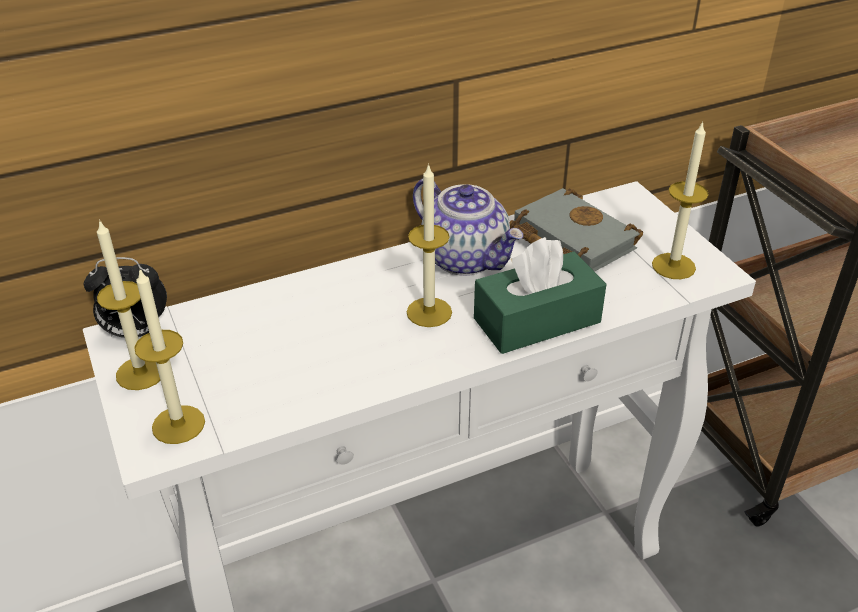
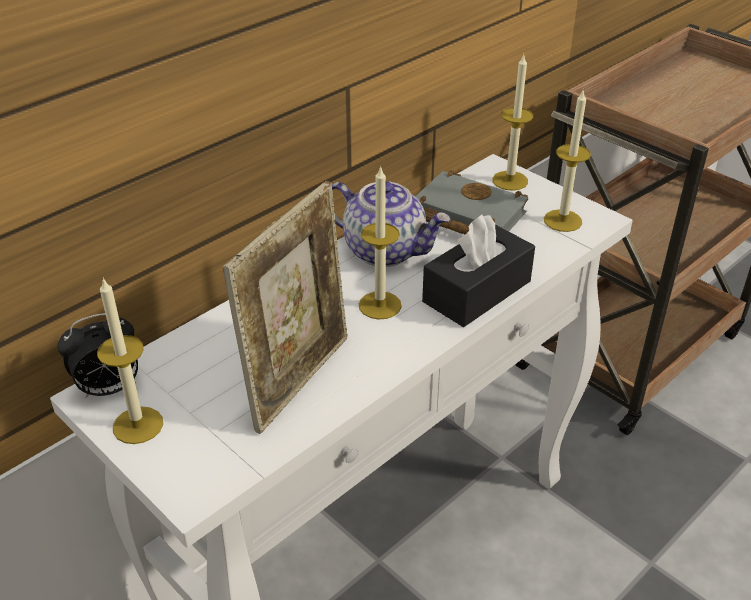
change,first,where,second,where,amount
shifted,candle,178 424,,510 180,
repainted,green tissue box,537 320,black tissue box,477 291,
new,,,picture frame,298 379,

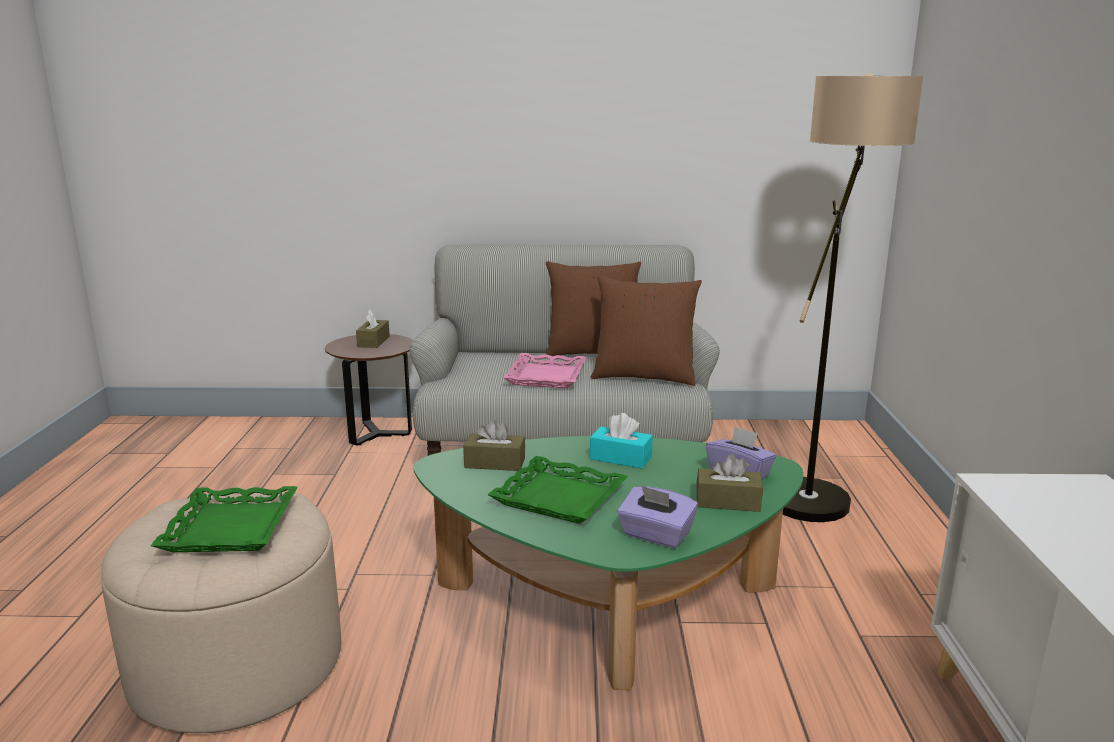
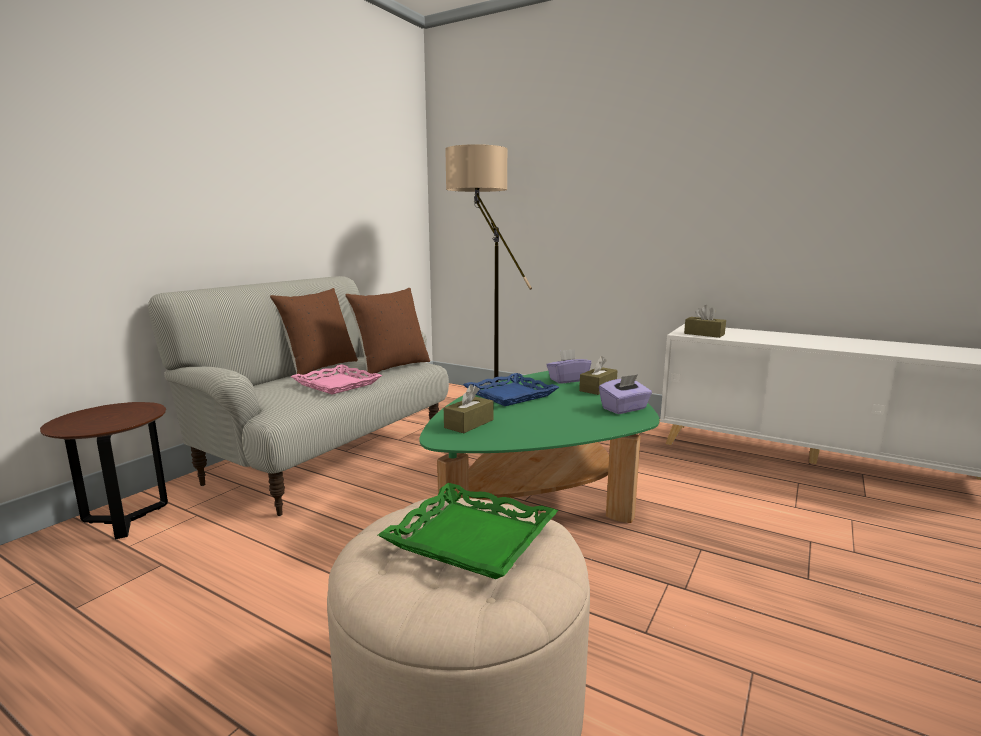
change,first,where,second,where,amount
shifted,brown tissue box,373 341,,704 334,
gone,green tray,559 497,,,
swapped,turquoise tissue box,620 458,blue tray,510 395,

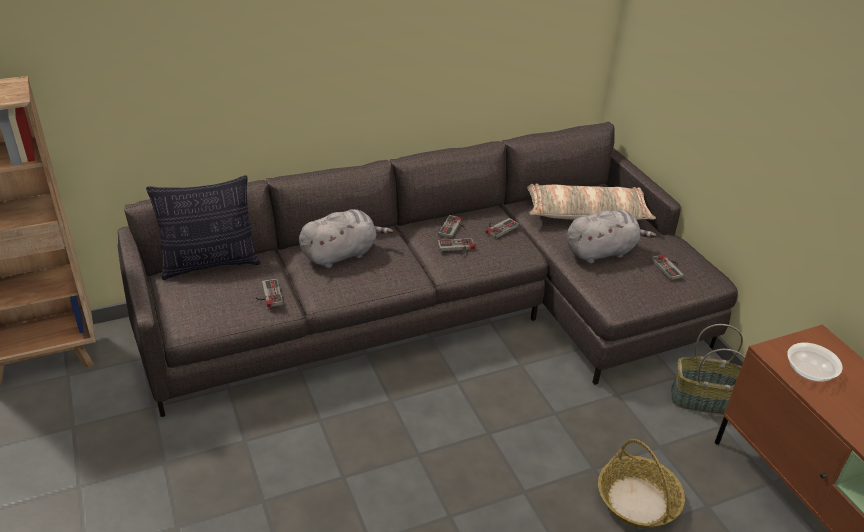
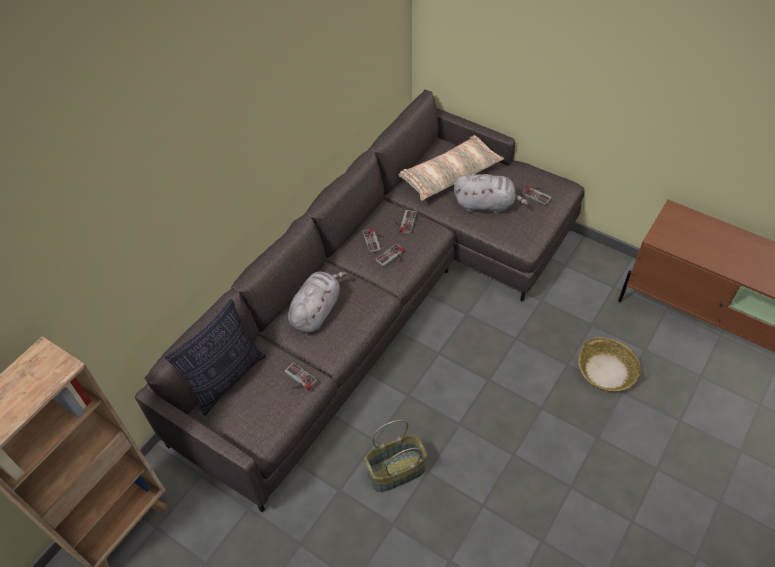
change,first,where,second,where,amount
rotated,grey plush toy,602 252,,486 205,60 degrees clockwise
shifted,basket,703 400,,396 472,
gone,bowl,809 371,,,

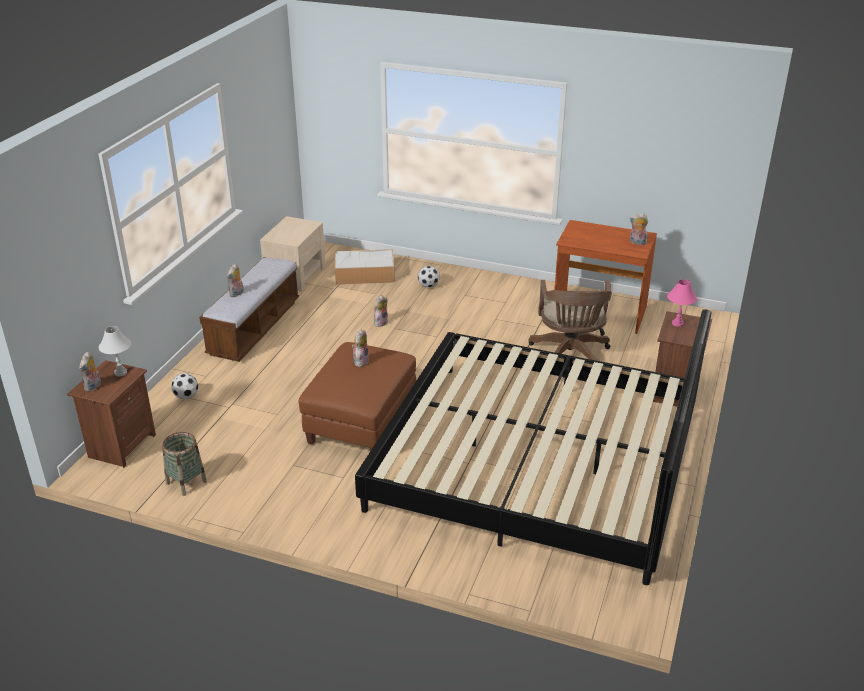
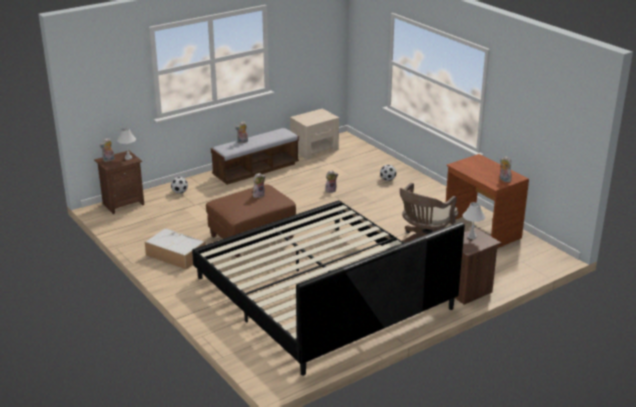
change,first,where,second,where,amount
gone,basket,186 482,,,
shifted,storage box,364 274,,175 254,
repainted,pink table lamp,677 323,white table lamp,472 236,

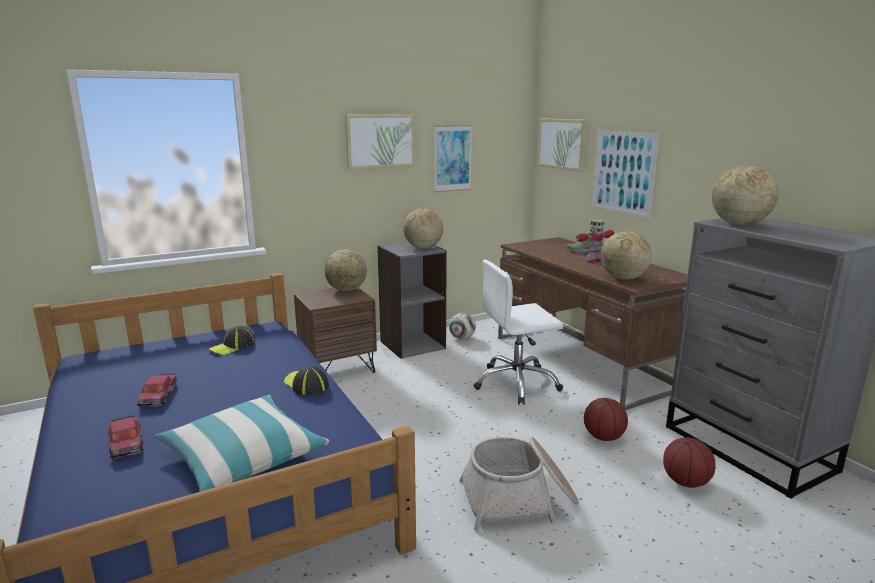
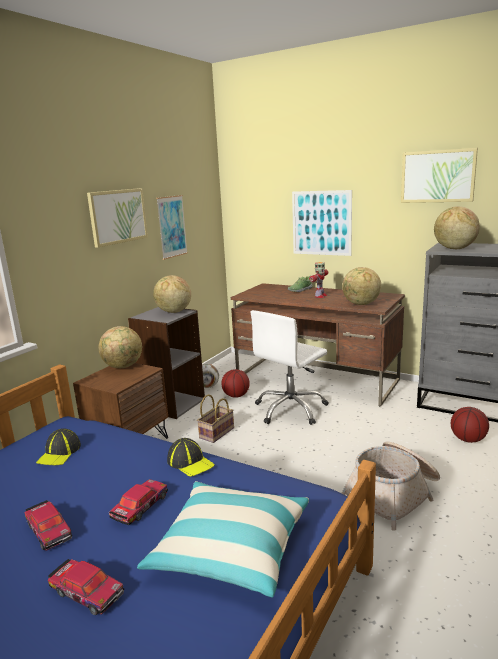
change,first,where,second,where,amount
rotated,cap,306 385,,190 462,150 degrees counterclockwise
shifted,picture,562 143,,437 176,
shifted,basketball,603 437,,236 396,
new,,,toy car,139 507,
new,,,basket,216 432,

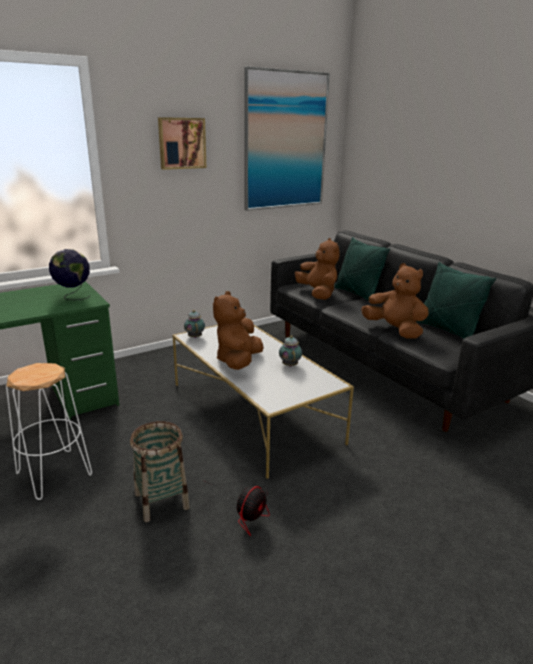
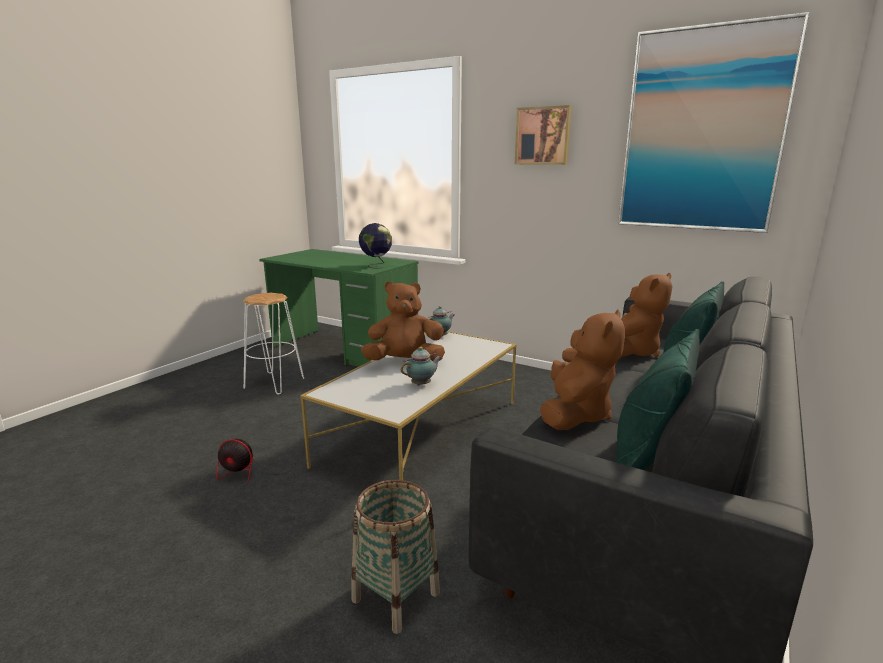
change,first,where,second,where,amount
shifted,basket,161 501,,396 596,

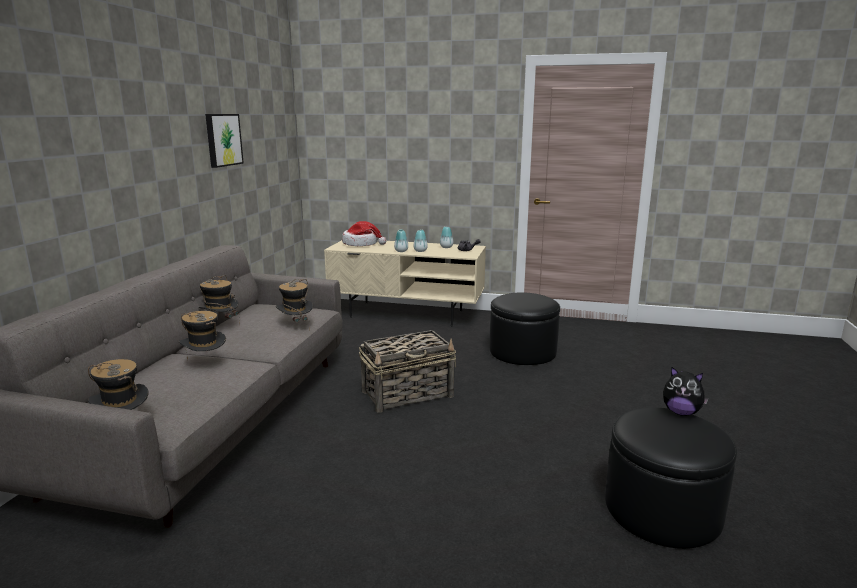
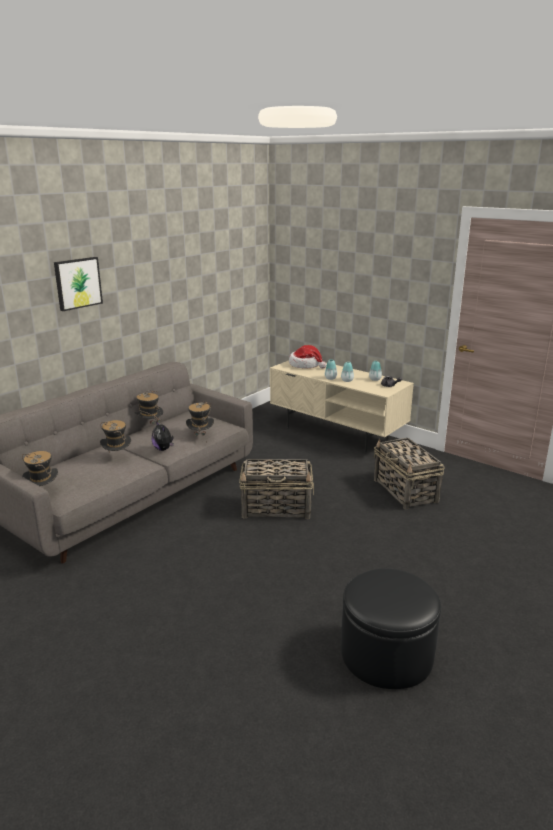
change,first,where,second,where,amount
shifted,picture,223 140,,77 283,
swapped,black ottoman,522 352,basket,405 491,
shifted,plush toy,681 412,,163 449,

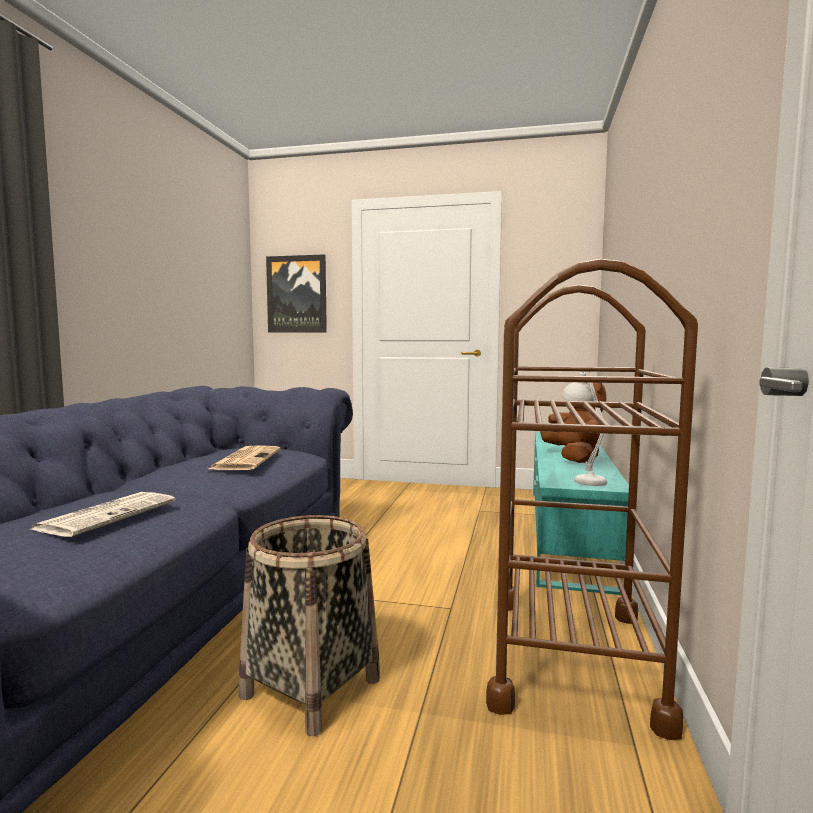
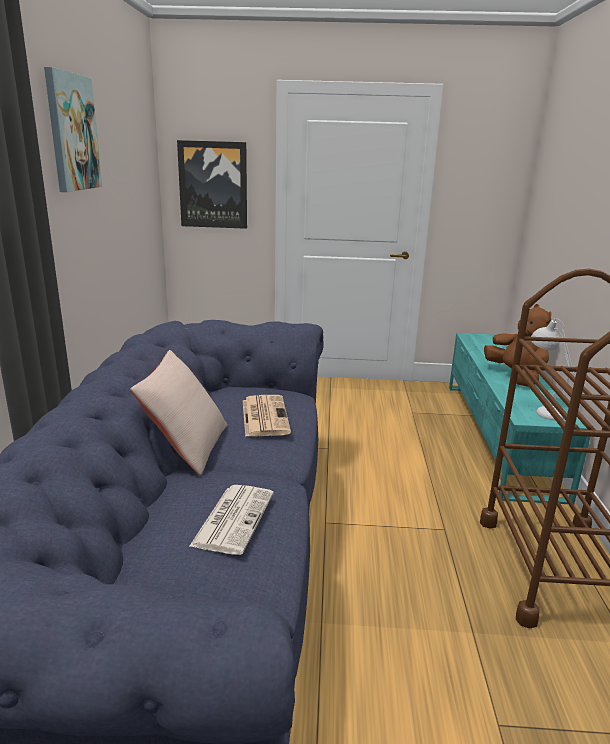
change,first,where,second,where,amount
gone,basket,310 688,,,
new,,,picture,72 132,
new,,,beige pillow,186 446,

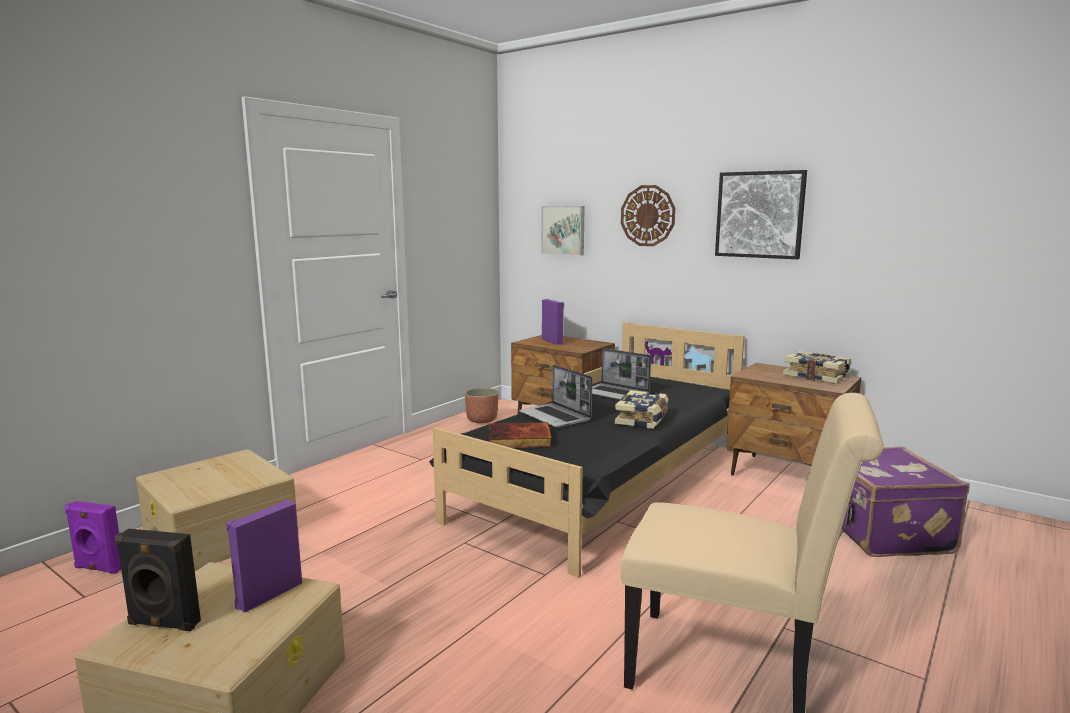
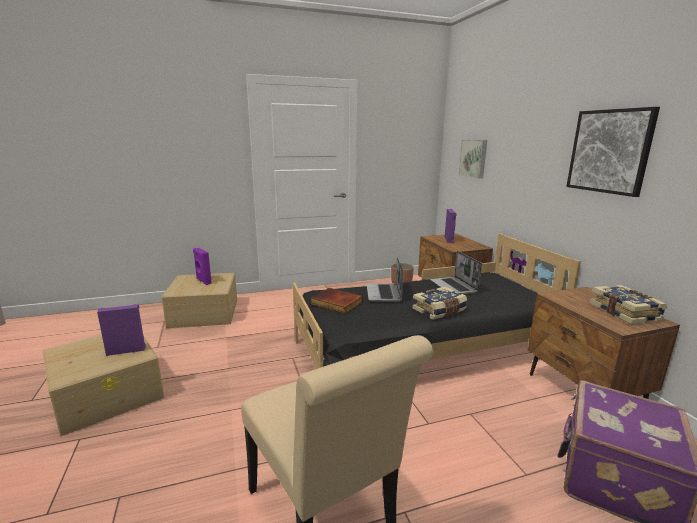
change,first,where,second,where,amount
shifted,purple speaker,98 568,,203 281,
gone,black speaker,163 624,,,
gone,wall clock,647 215,,,

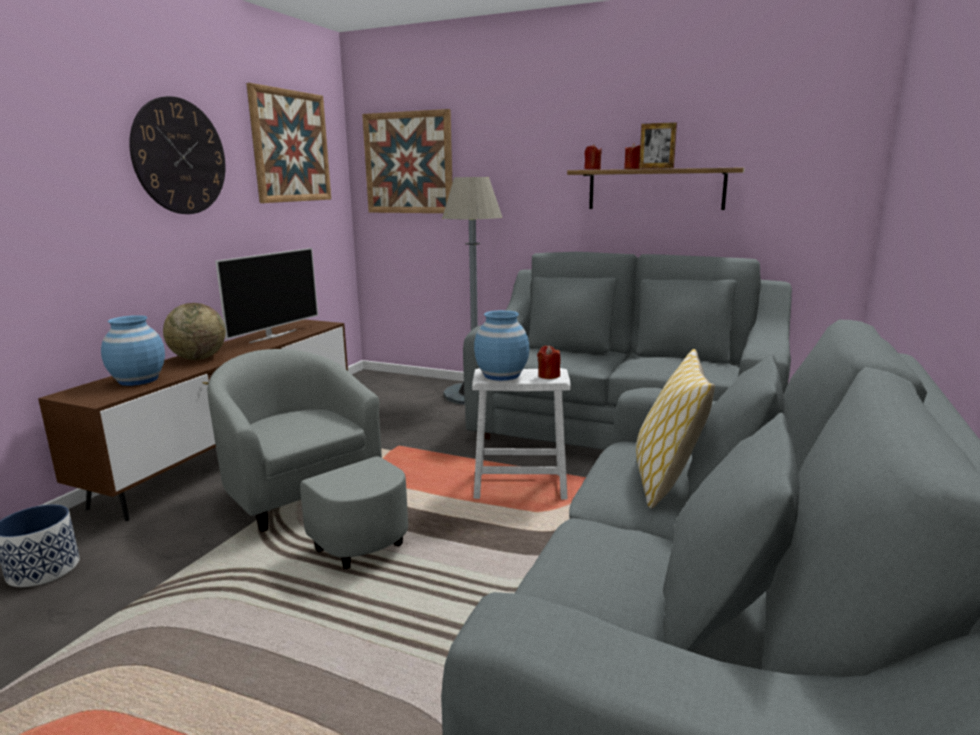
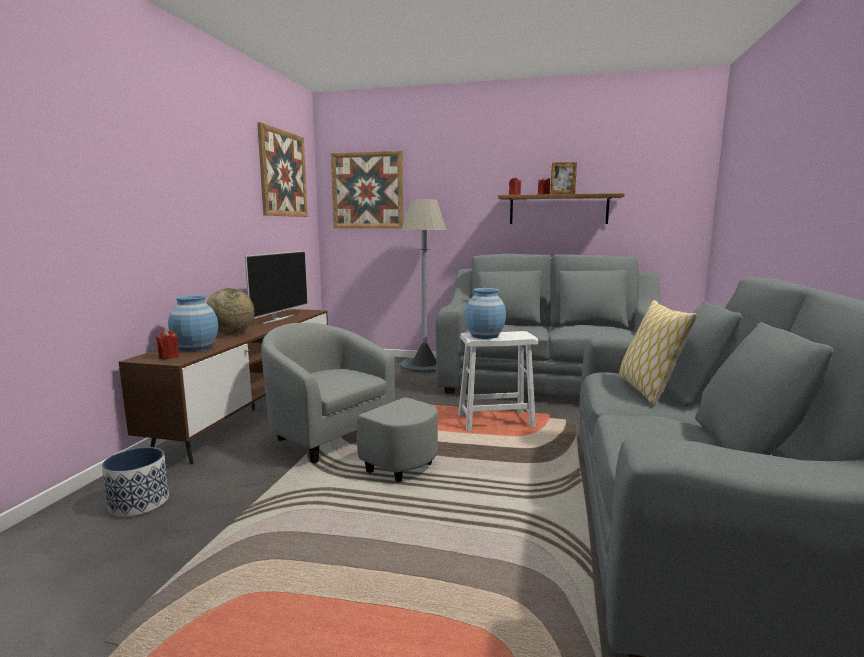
change,first,where,second,where,amount
gone,wall clock,179 156,,,
shifted,red candle,548 376,,169 356,

